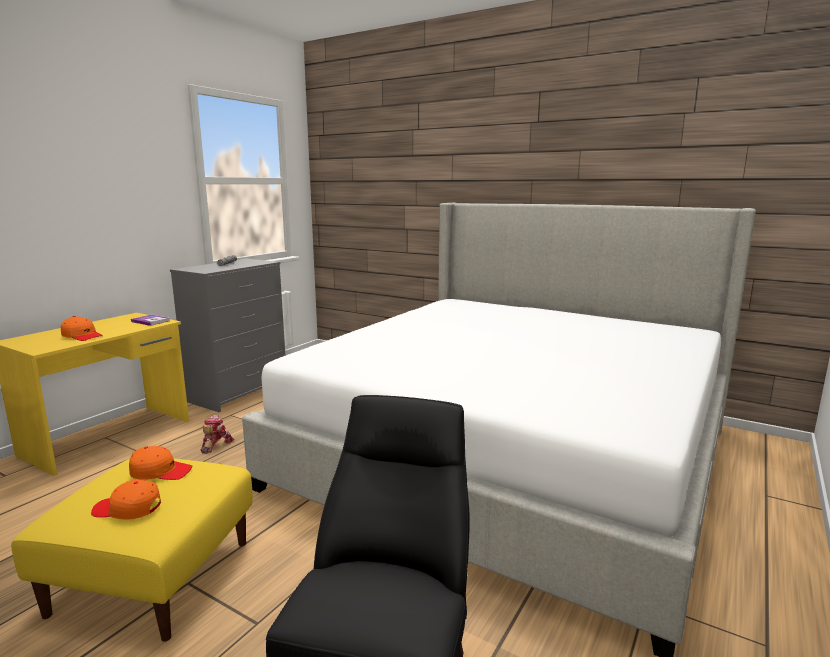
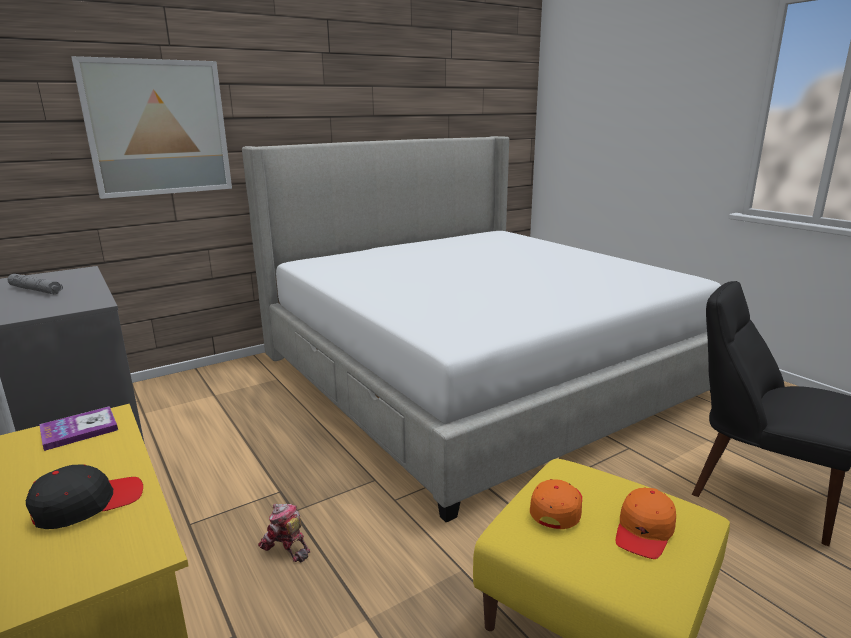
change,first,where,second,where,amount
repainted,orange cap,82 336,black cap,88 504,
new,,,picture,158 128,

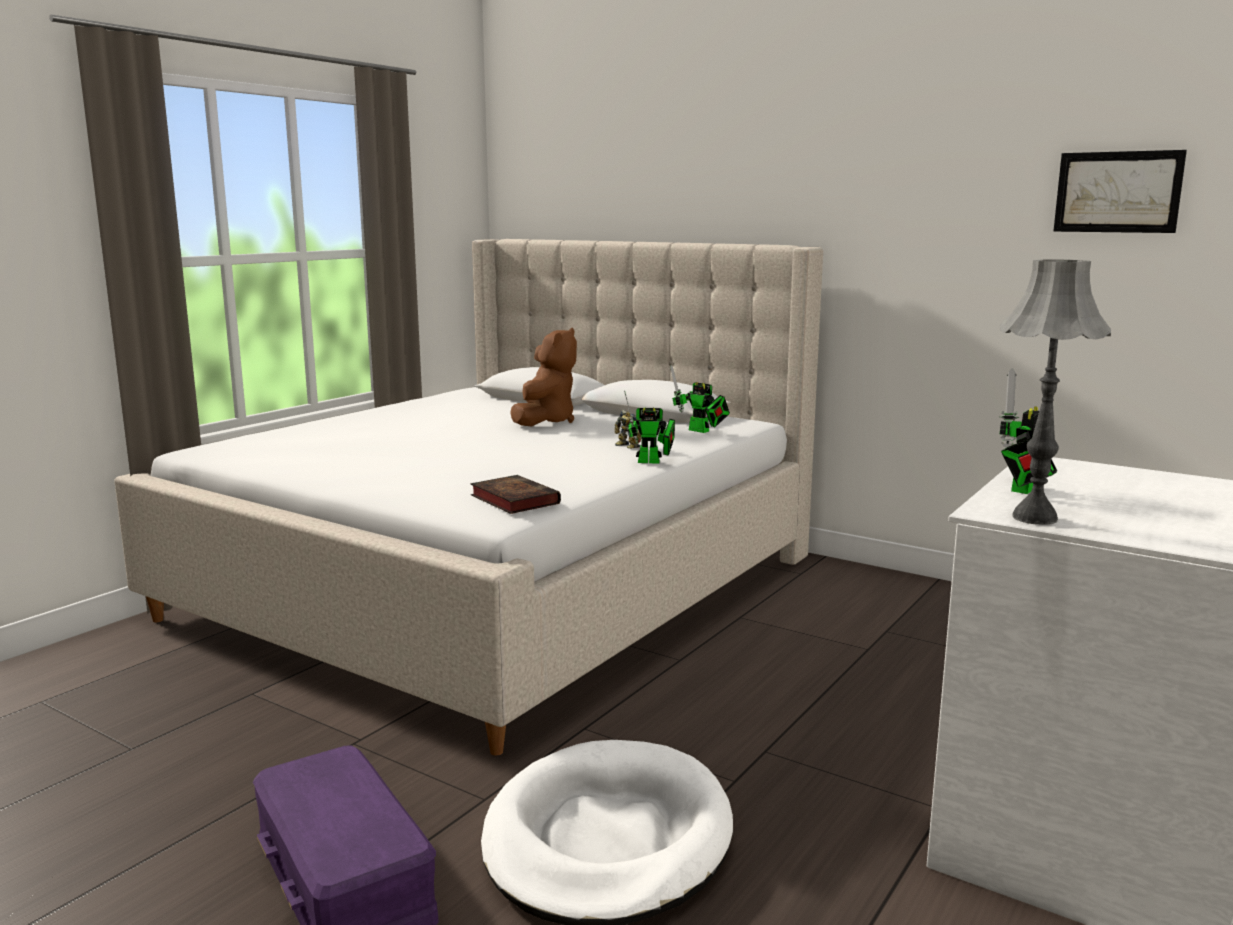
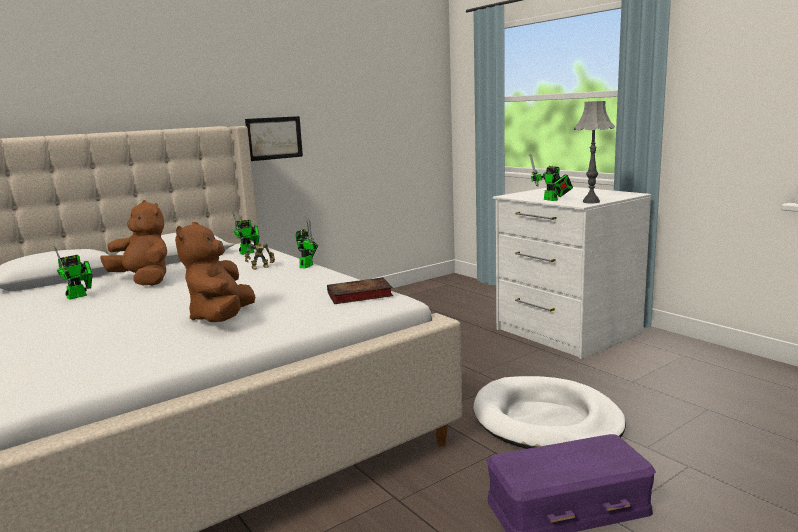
change,first,where,second,where,amount
shifted,picture,1117 192,,274 138,
new,,,toy robot,80 296,
new,,,brown plush toy,222 318,

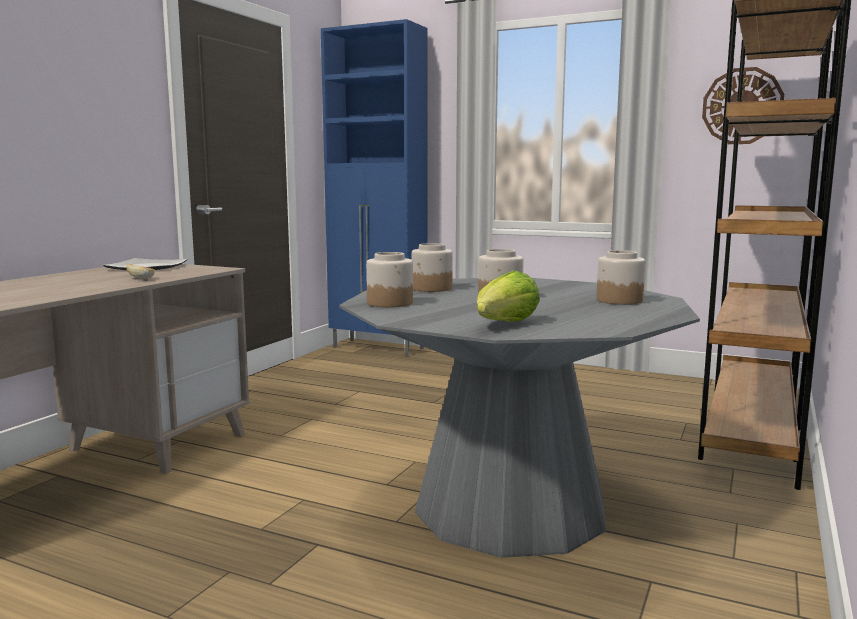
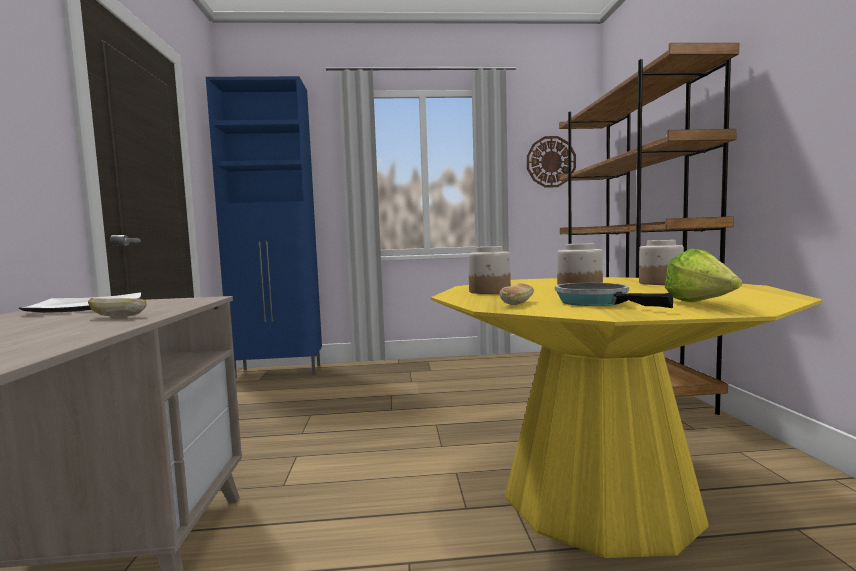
change,first,where,second,where,amount
repainted,grey dining table,510 507,yellow dining table,598 494,
swapped,jar,390 303,bread,517 304,
new,,,frying pan,597 302,

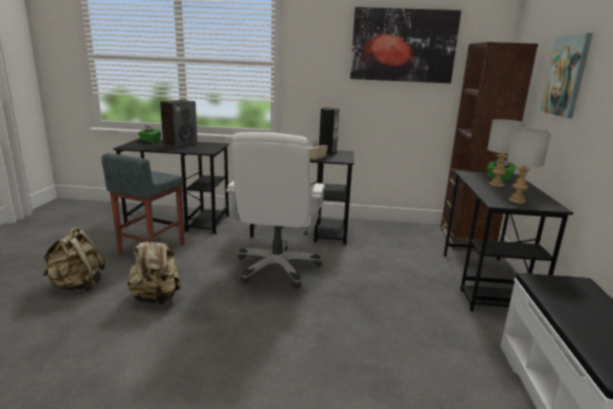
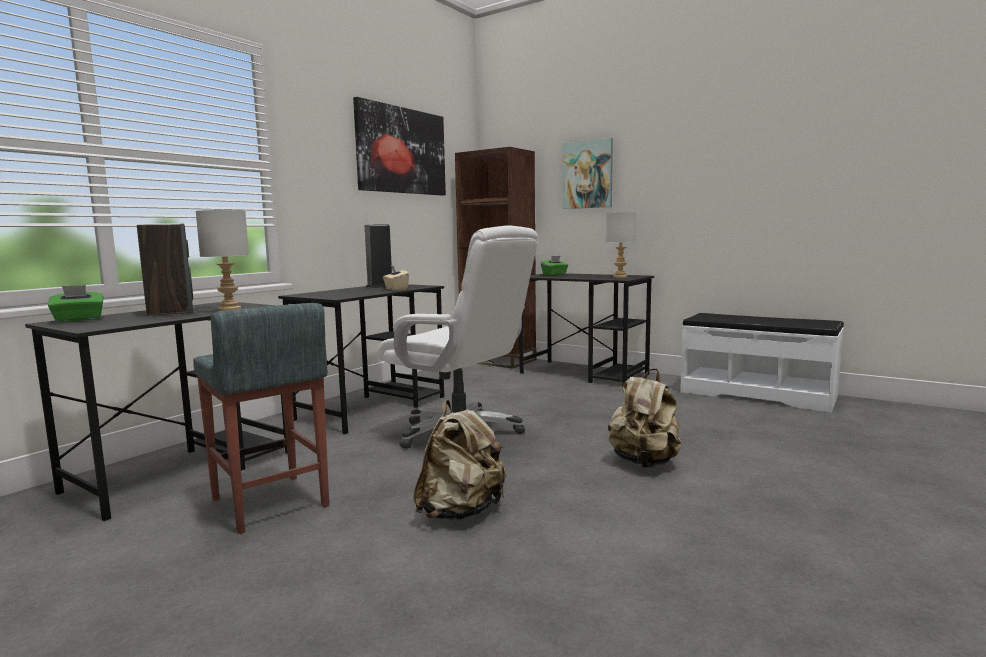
change,first,where,second,where,amount
shifted,beige backpack,77 286,,644 463,
shifted,grey table lamp,496 185,,229 309,

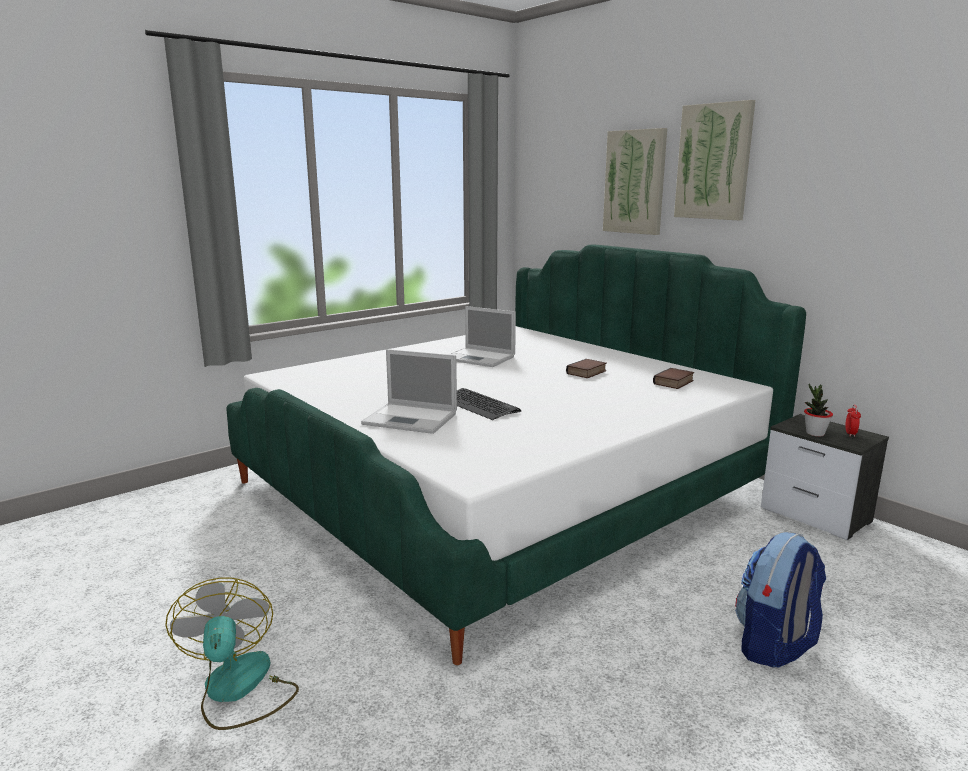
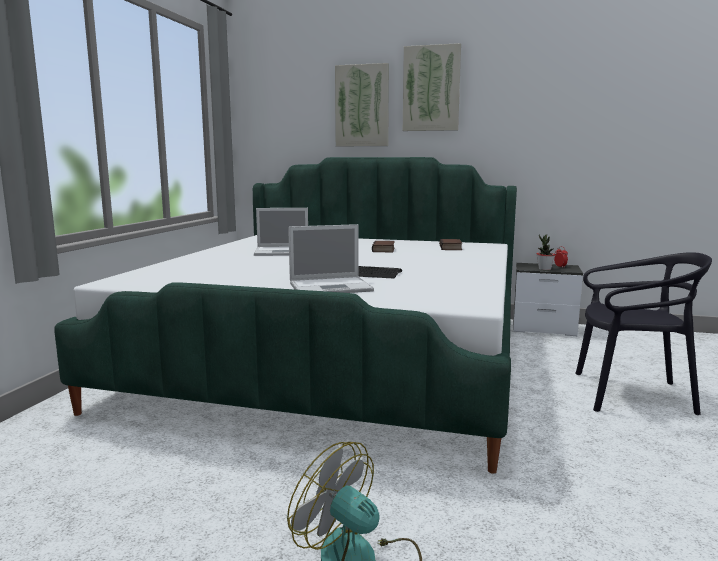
change,first,where,second,where,amount
swapped,backpack,774 645,black chair,631 394,

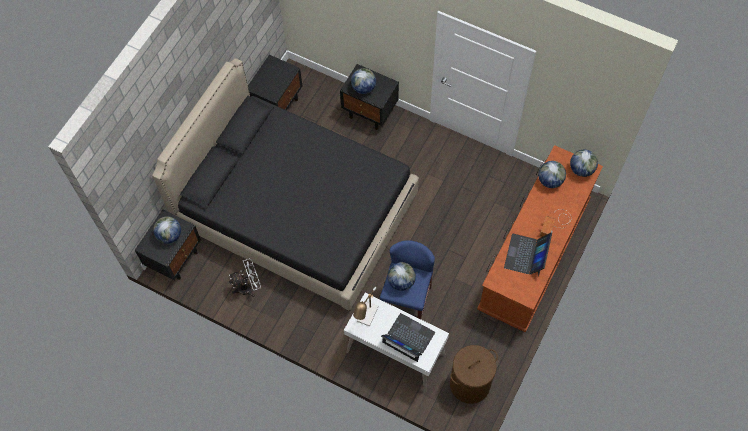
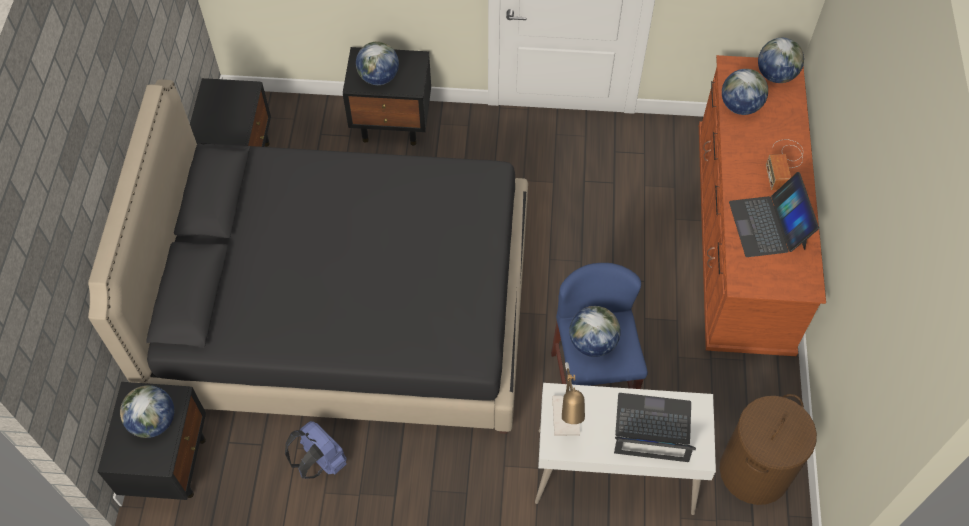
change,first,where,second,where,amount
swapped,white fan,248 287,blue backpack,320 462,

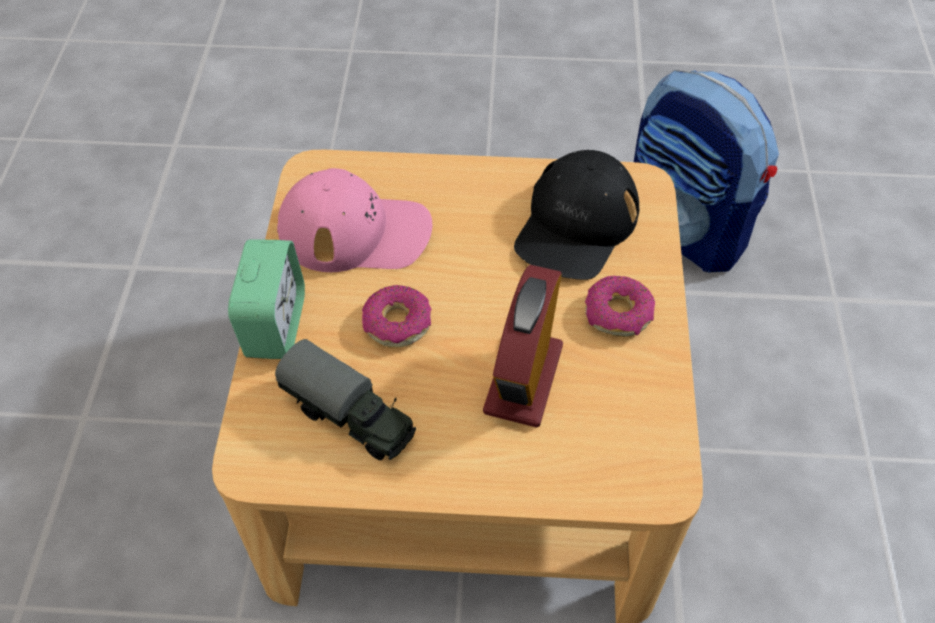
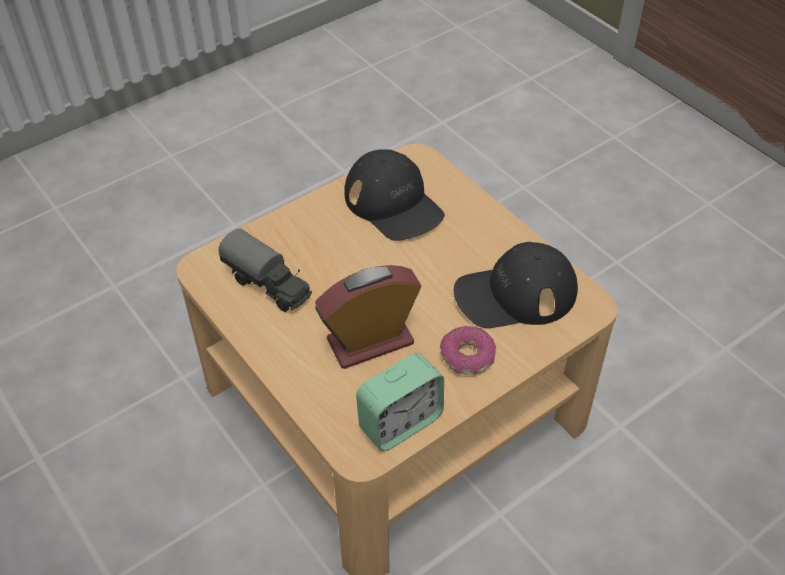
change,first,where,second,where,amount
shifted,alarm clock,275 325,,400 423,
rotated,toy truck,350 417,,268 285,45 degrees counterclockwise
repainted,pink cap,355 231,black cap,393 203,
gone,donut,397 323,,,
gone,backpack,685 229,,,

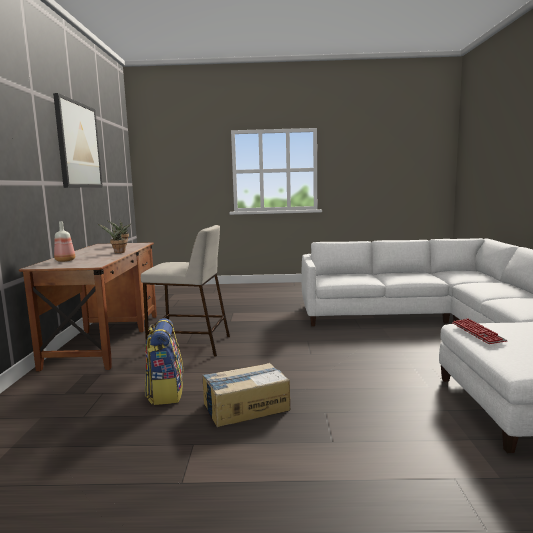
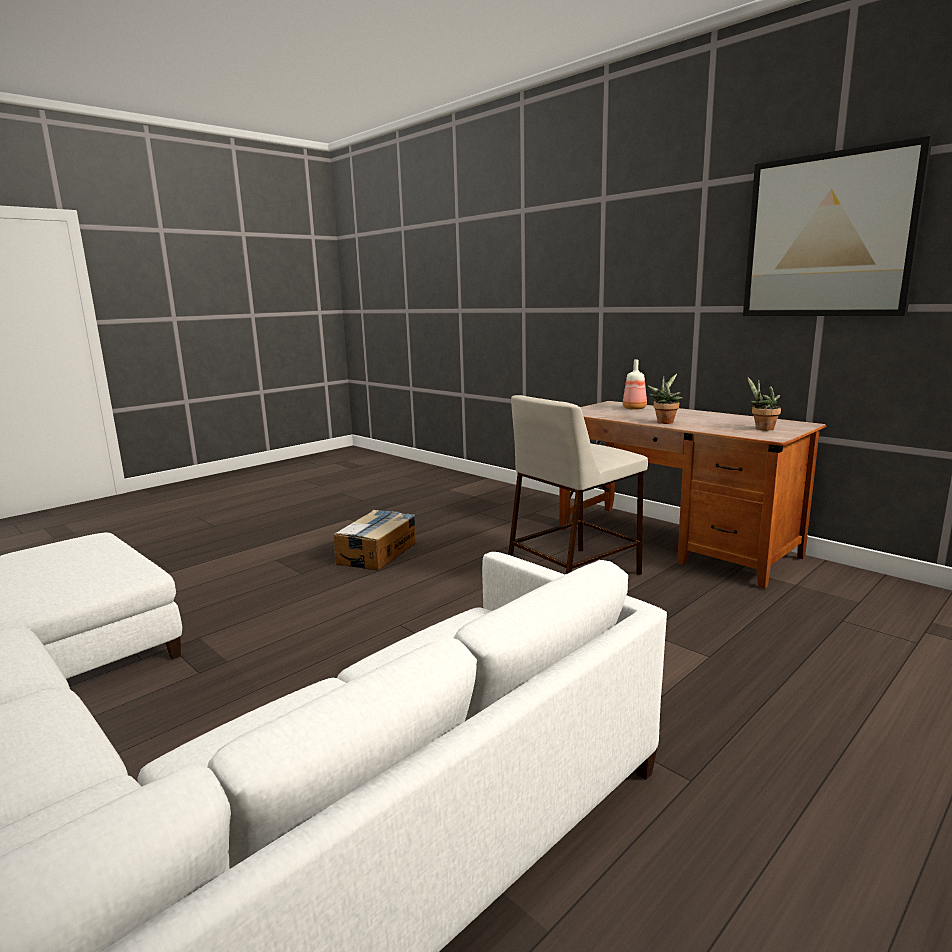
change,first,where,second,where,amount
gone,backpack,165 393,,,
gone,keyboard,477 332,,,

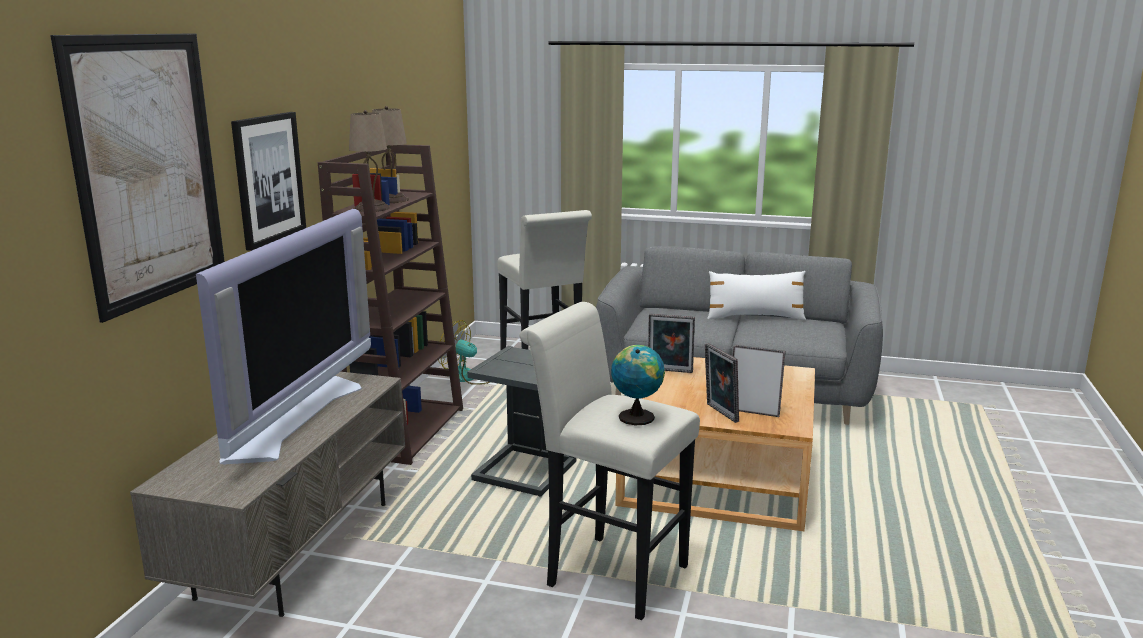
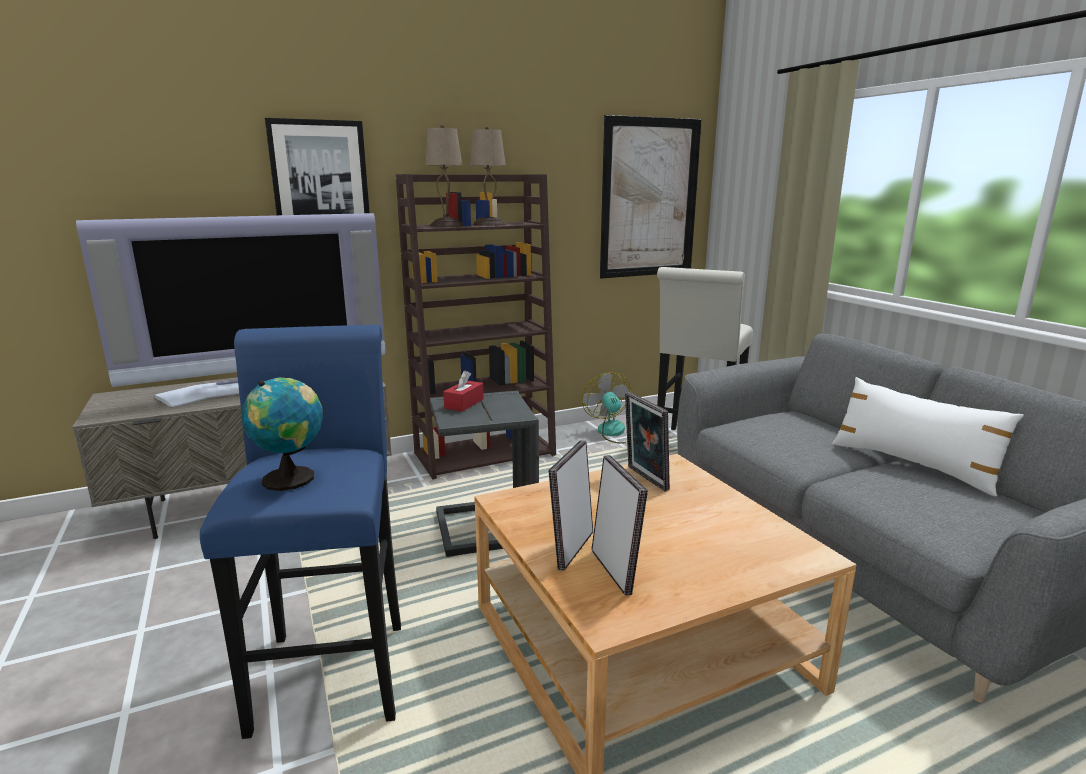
change,first,where,second,where,amount
shifted,picture,149 170,,649 198,
repainted,white stool,608 572,blue stool,333 665,
new,,,red tissue box,464 403,

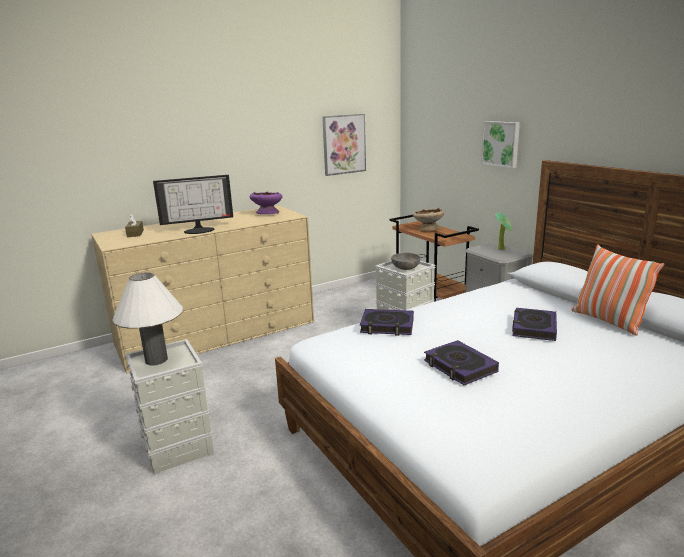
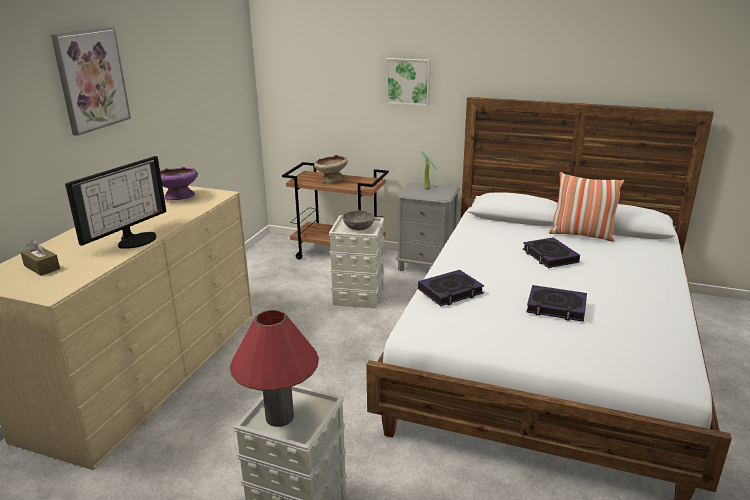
change,first,where,second,where,amount
repainted,white table lamp,156 360,red table lamp,279 417,
shifted,picture,344 144,,91 80,

